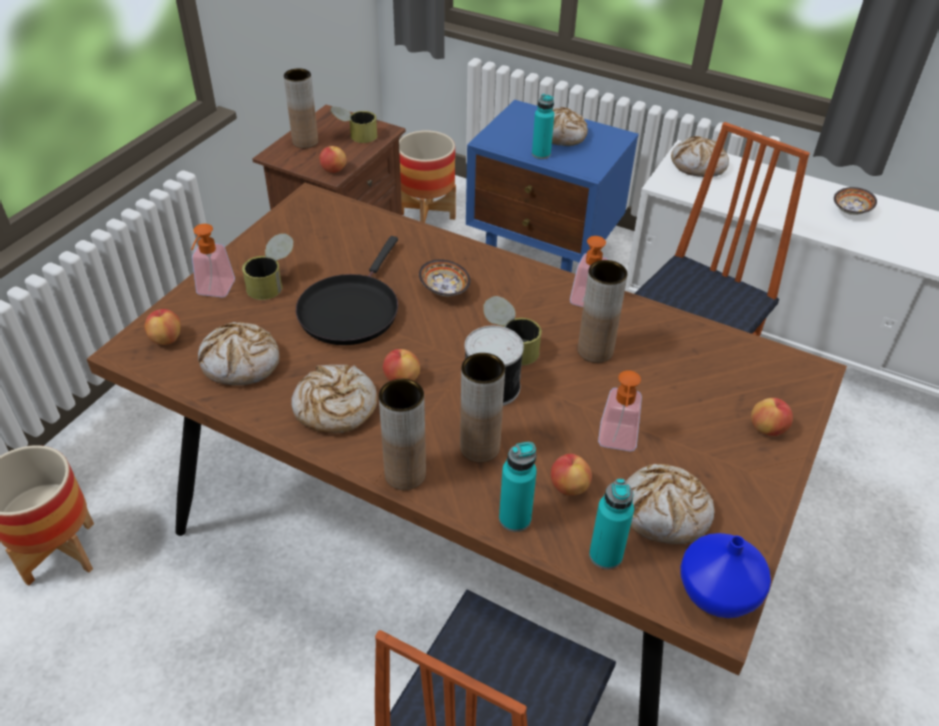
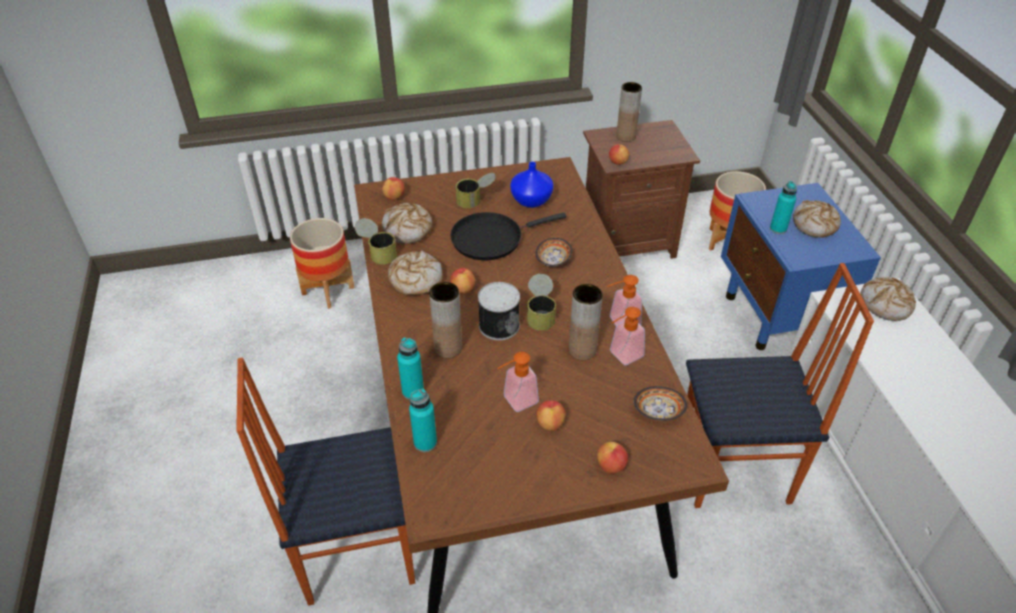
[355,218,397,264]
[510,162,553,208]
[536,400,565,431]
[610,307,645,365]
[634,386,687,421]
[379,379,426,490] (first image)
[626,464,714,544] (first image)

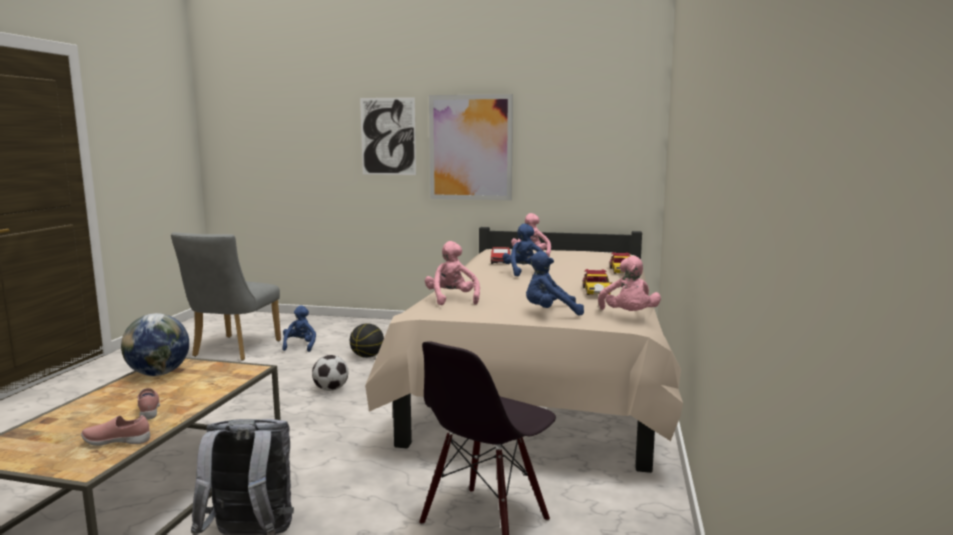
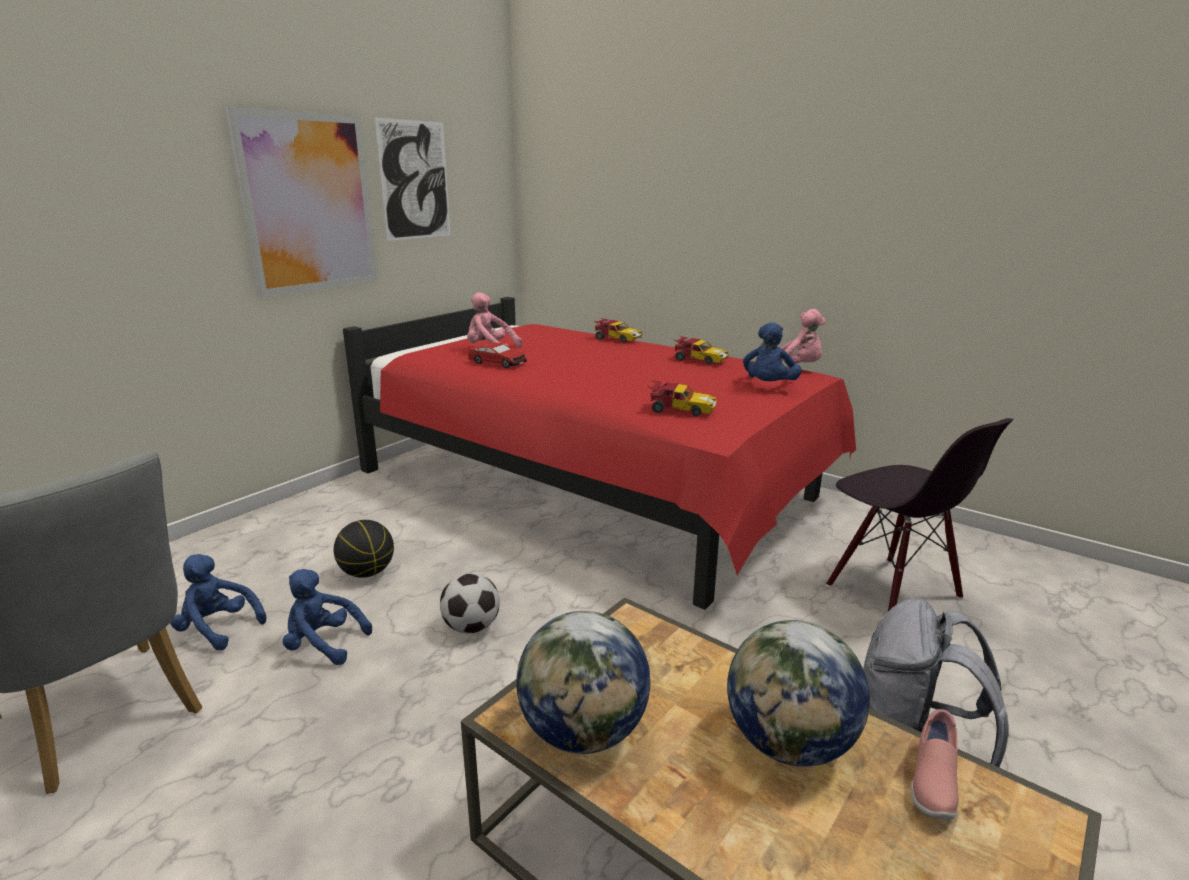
[283,569,372,665]
[343,297,856,610]
[375,118,451,241]
[647,381,717,416]
[727,620,870,767]

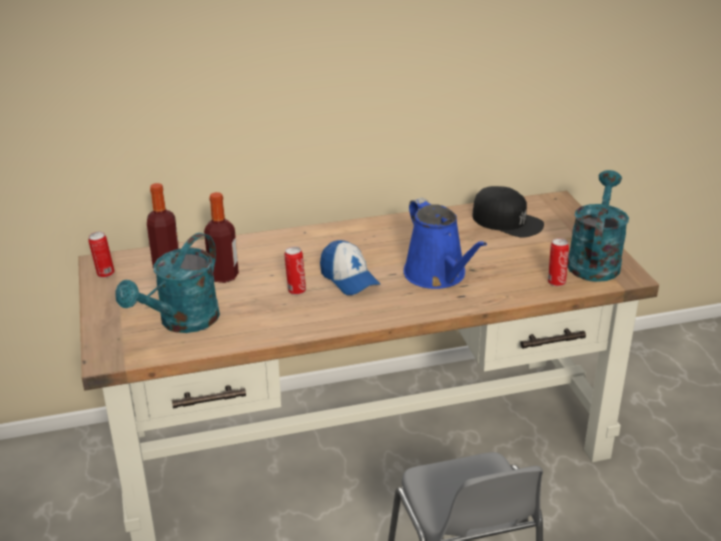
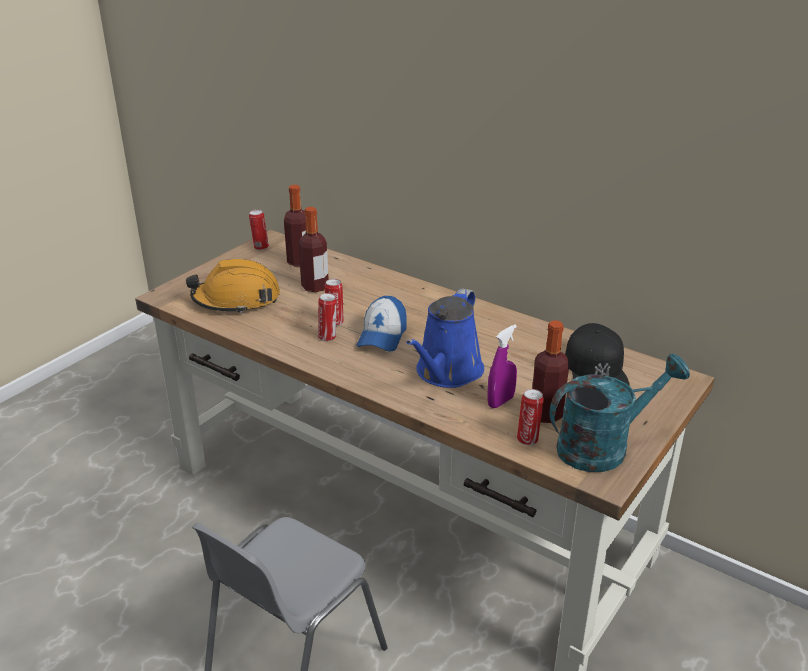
[186,259,280,314]
[318,293,337,341]
[487,325,517,408]
[532,320,569,423]

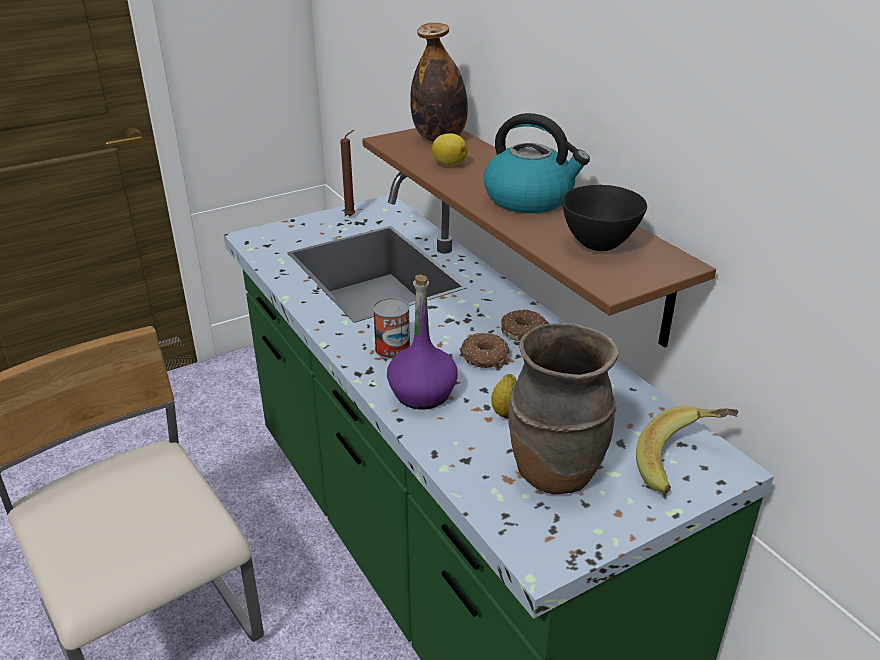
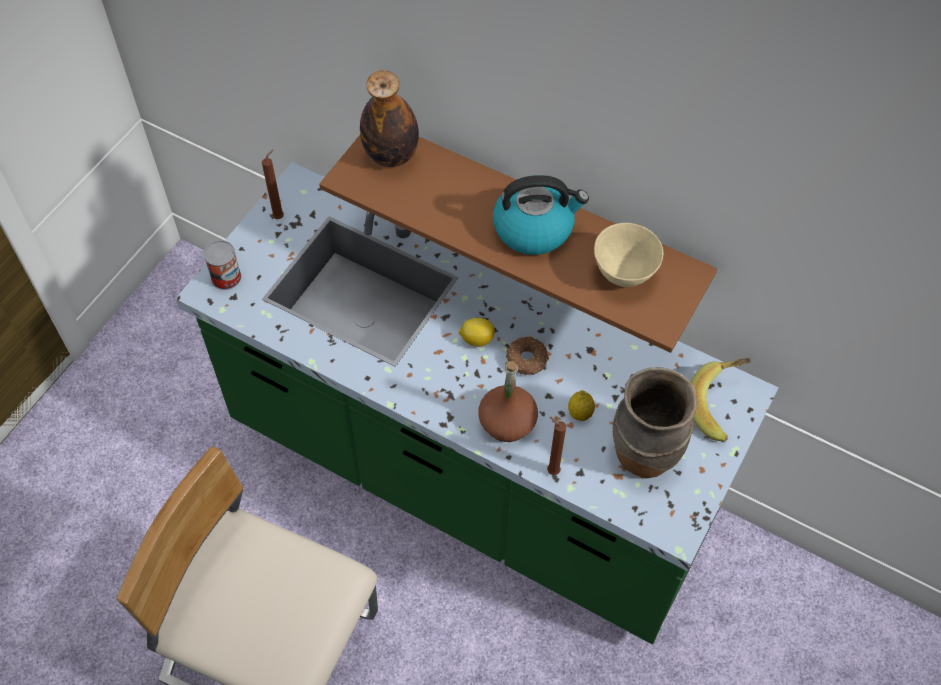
[204,240,241,290]
[459,318,495,347]
[478,361,538,442]
[547,417,566,475]
[594,223,663,287]
[501,309,549,341] (first image)

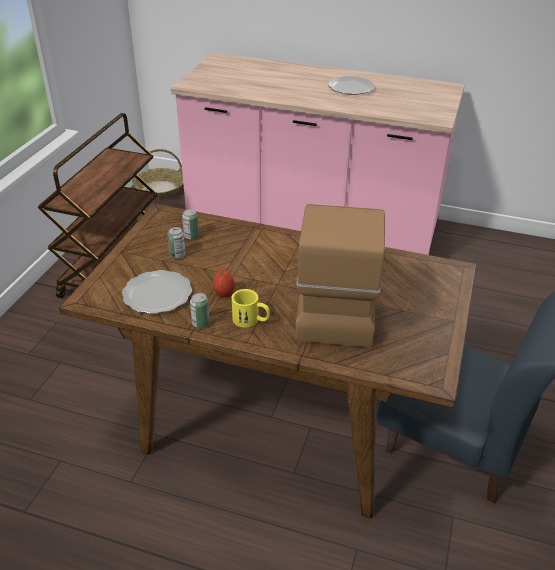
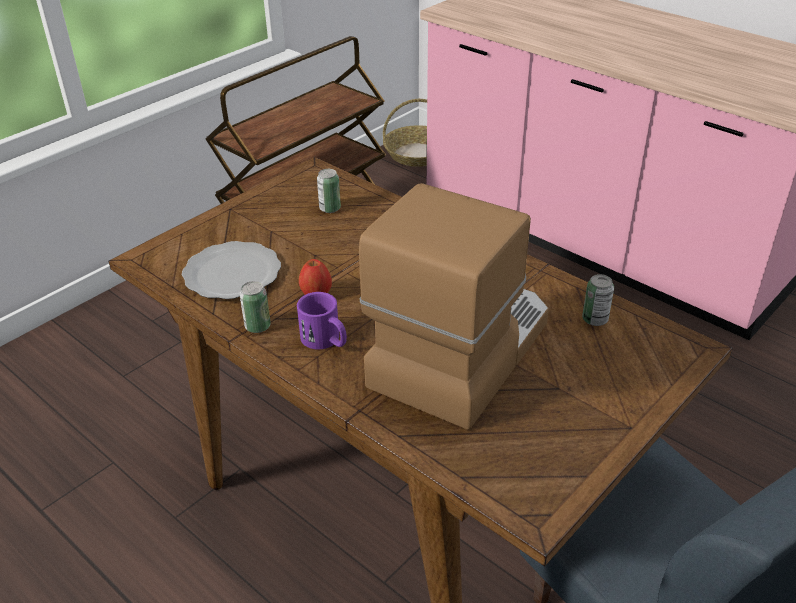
[297,292,347,349]
[582,274,614,326]
[328,76,375,95] (first image)

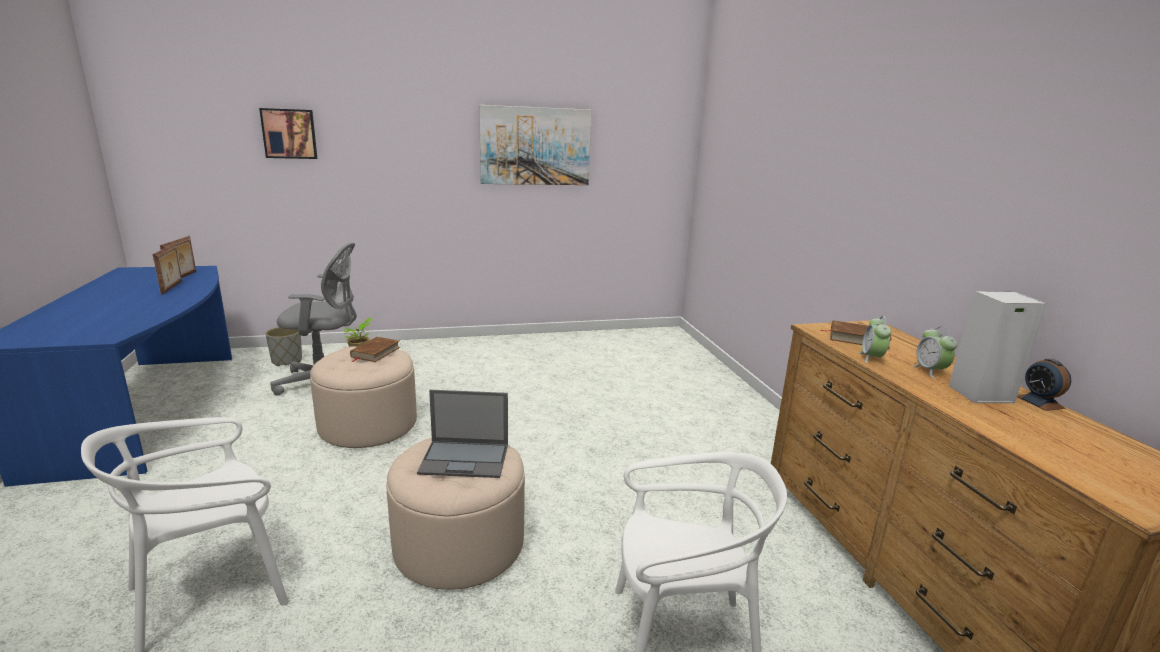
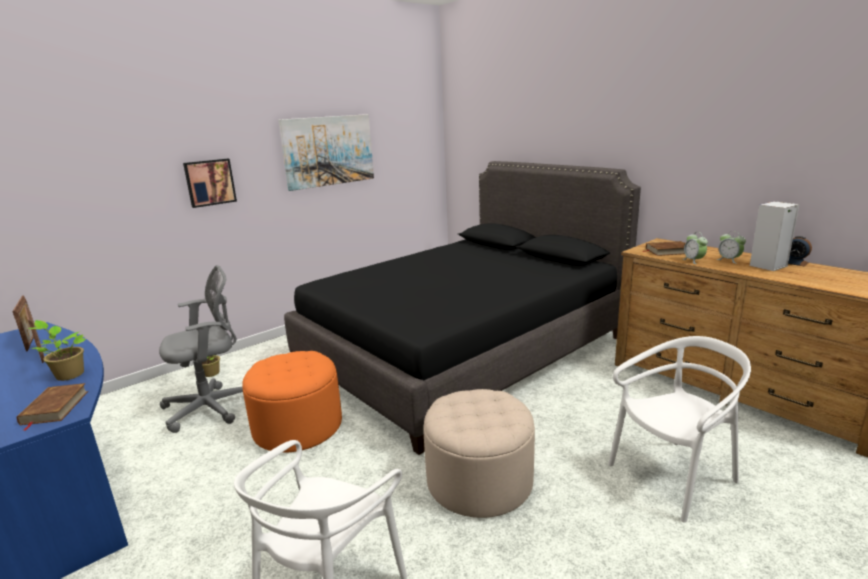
[17,383,88,430]
[28,320,86,381]
[183,159,237,208]
[242,351,342,453]
[284,161,641,455]
[265,327,302,366] (first image)
[417,390,508,478] (first image)

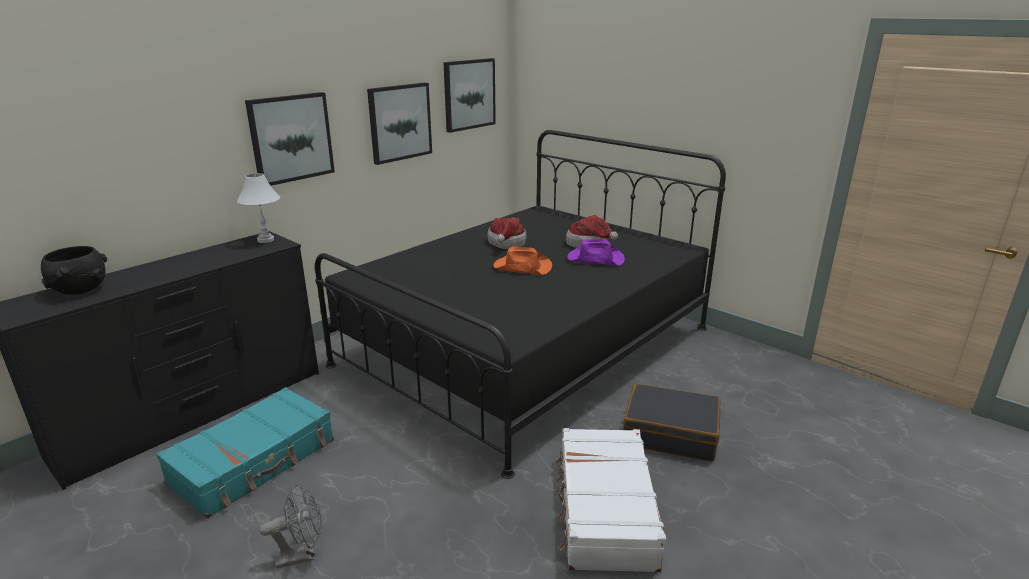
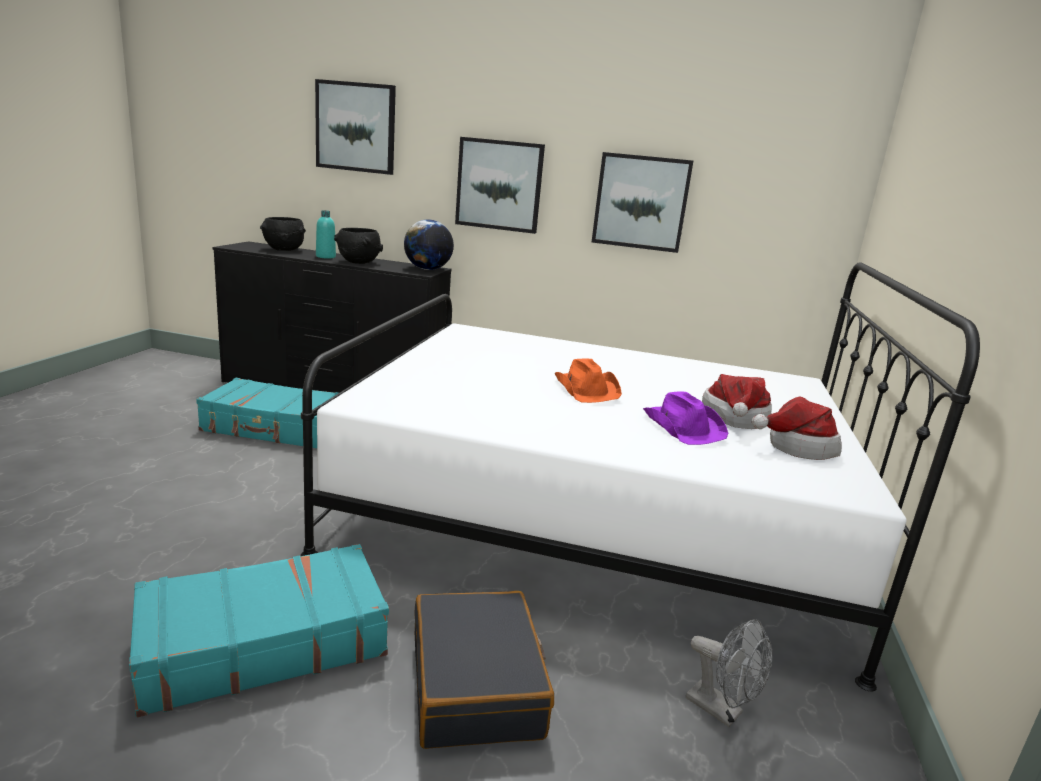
[129,544,389,717]
[301,262,980,691]
[315,79,396,175]
[316,210,336,259]
[334,228,383,264]
[404,219,454,270]
[686,619,772,727]
[752,397,842,460]

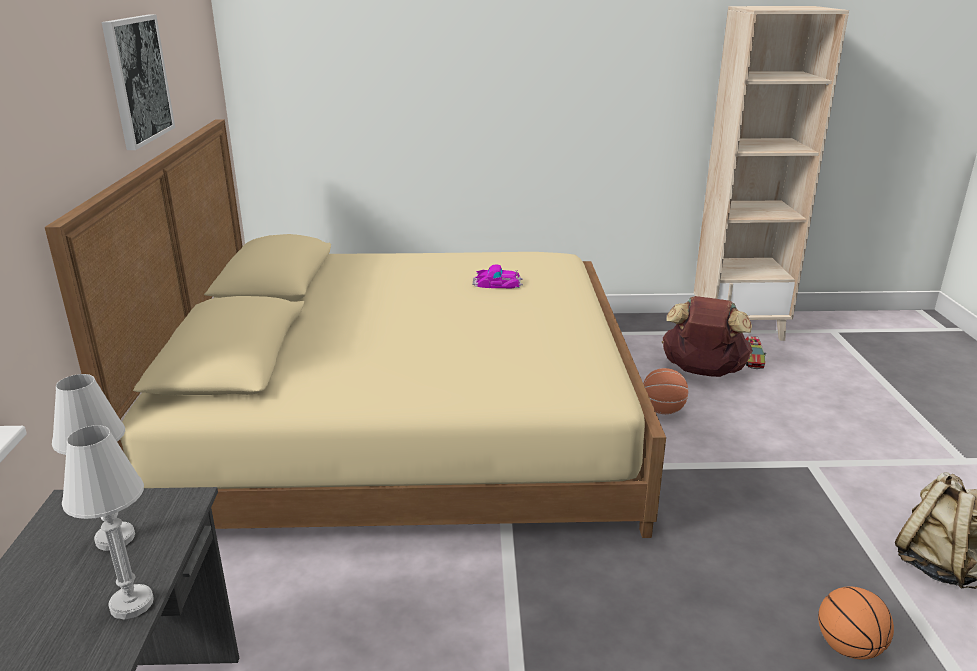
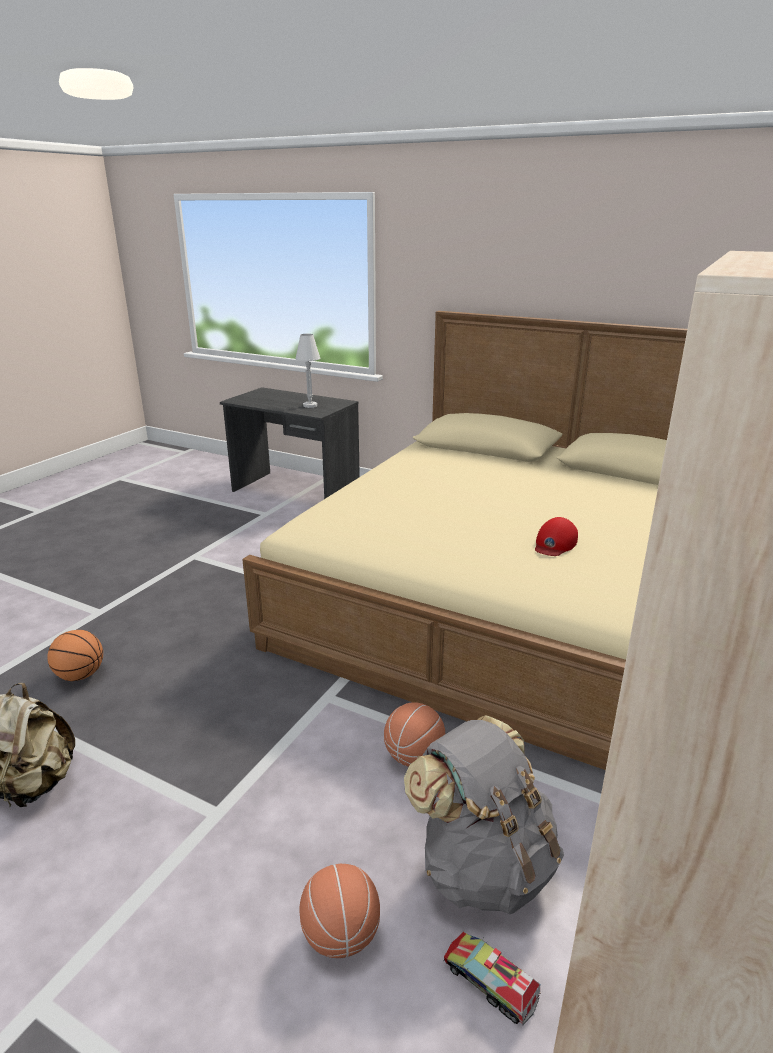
[300,864,380,958]
[404,715,564,914]
[535,517,578,556]
[62,425,154,619] (first image)
[102,15,175,150] (first image)

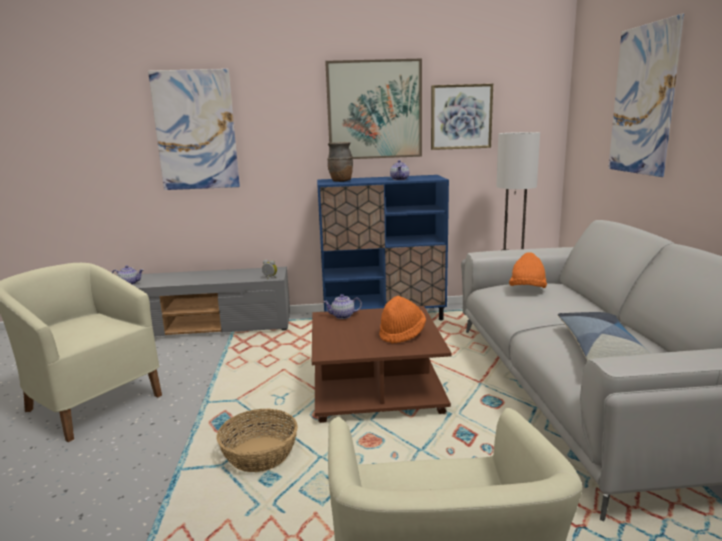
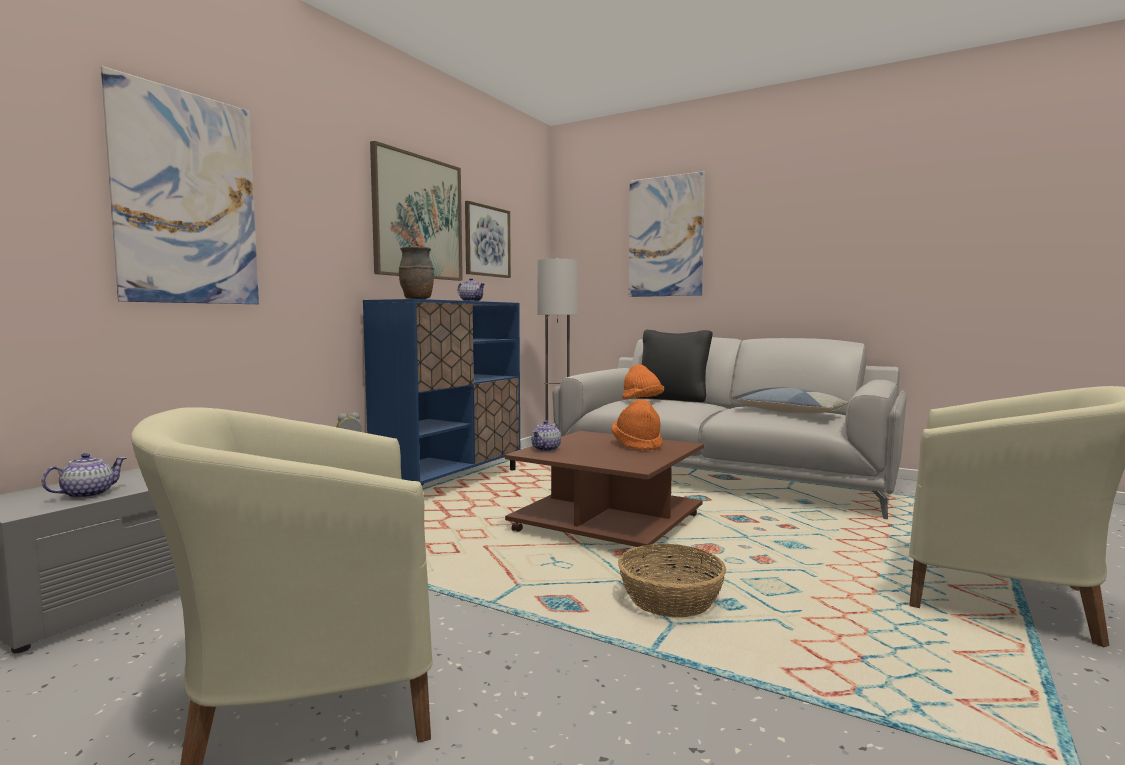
[636,330,713,402]

